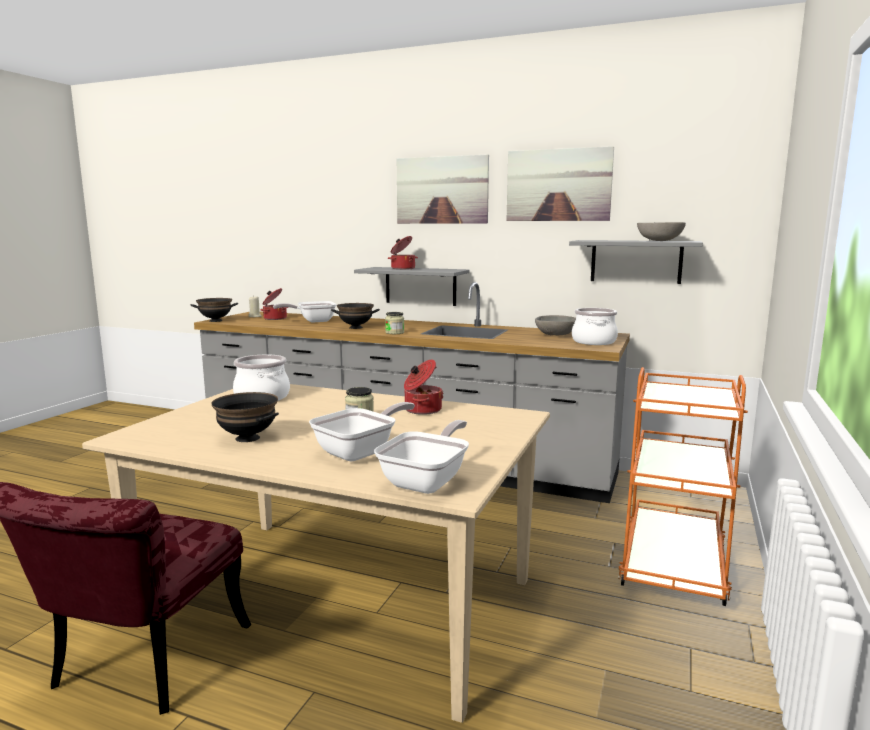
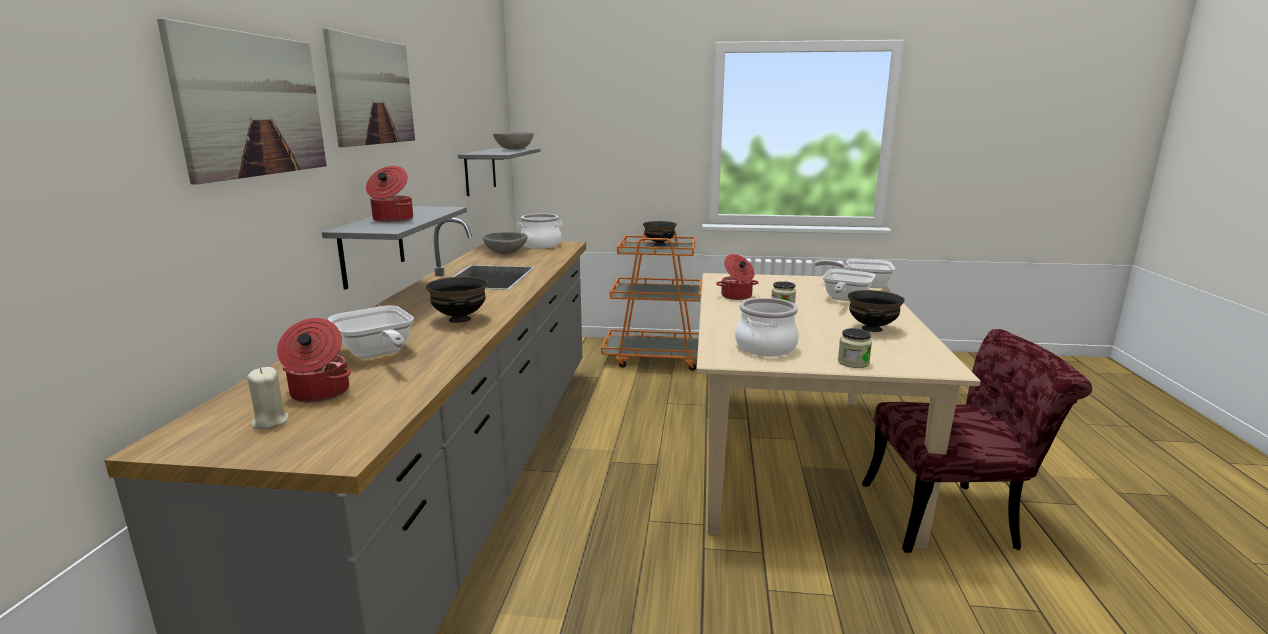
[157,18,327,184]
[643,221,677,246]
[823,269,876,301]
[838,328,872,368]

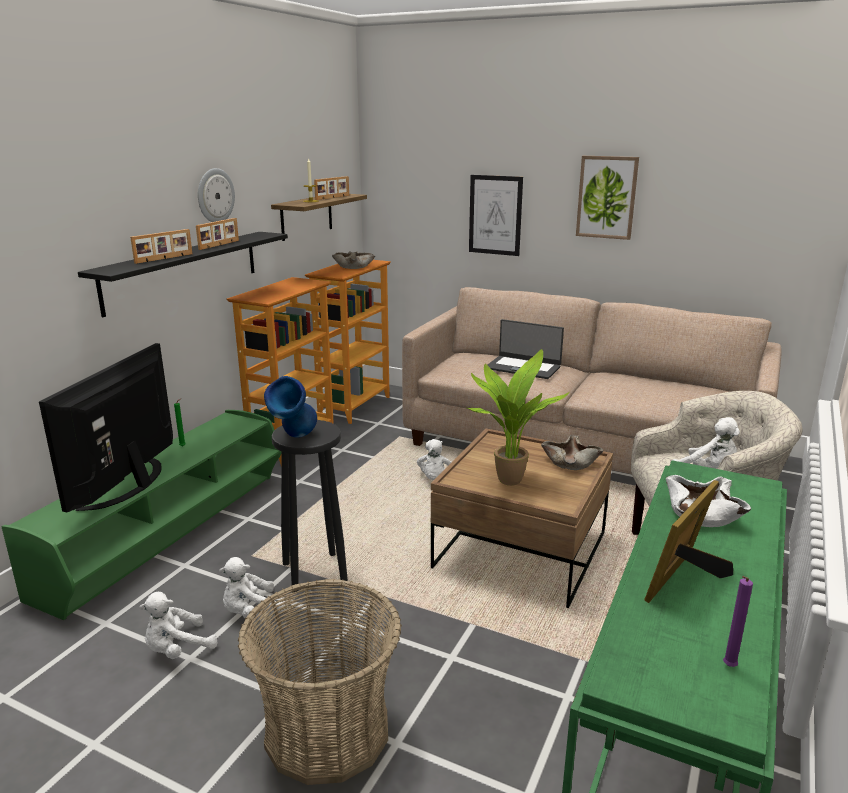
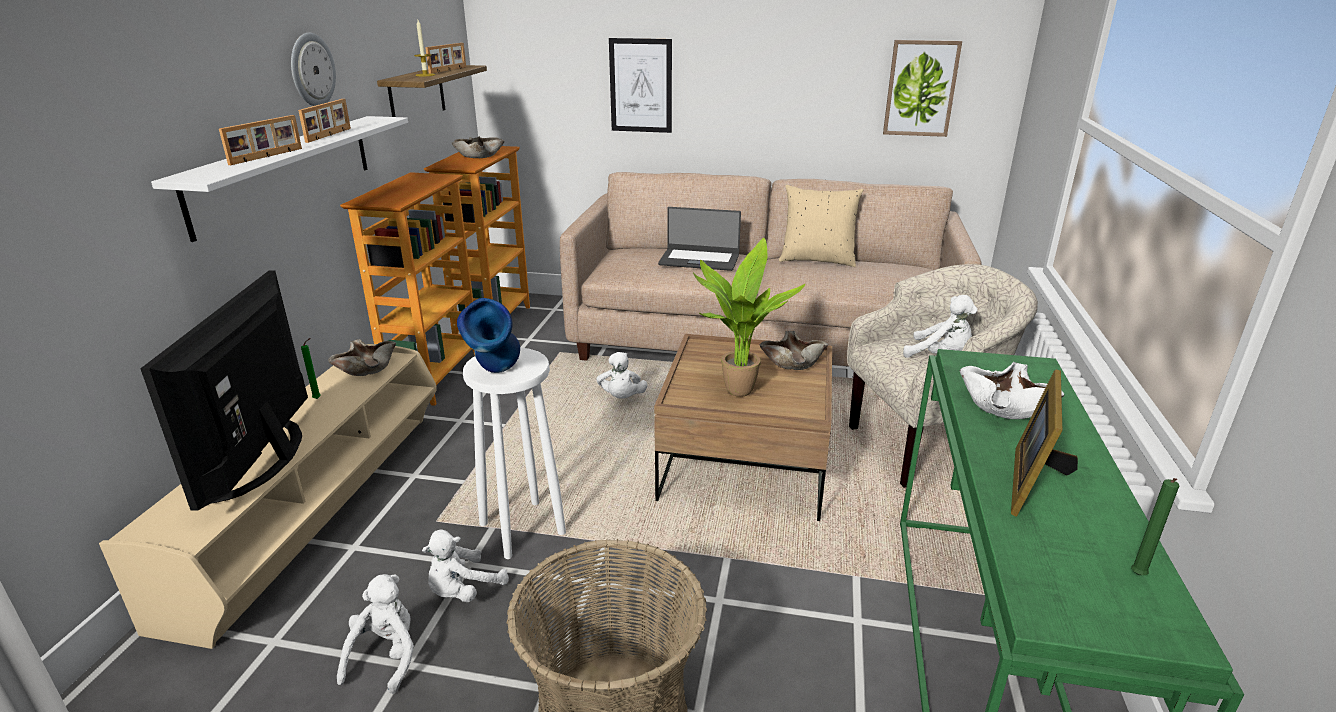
[99,344,437,649]
[151,116,408,242]
[328,339,396,376]
[337,574,414,694]
[463,347,566,559]
[779,185,863,267]
[883,40,962,137]
[1131,478,1179,575]

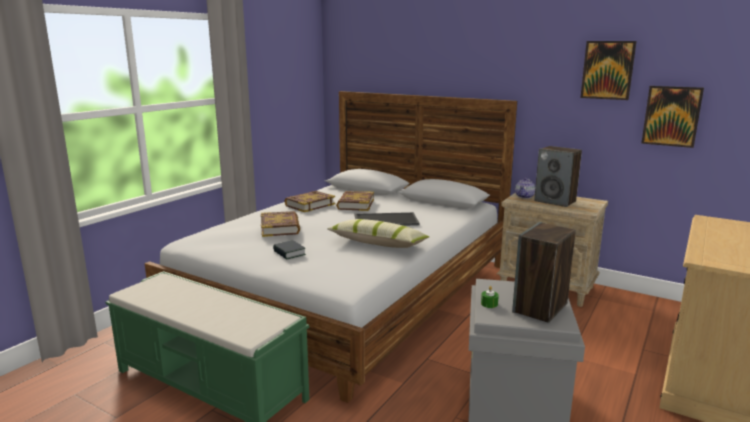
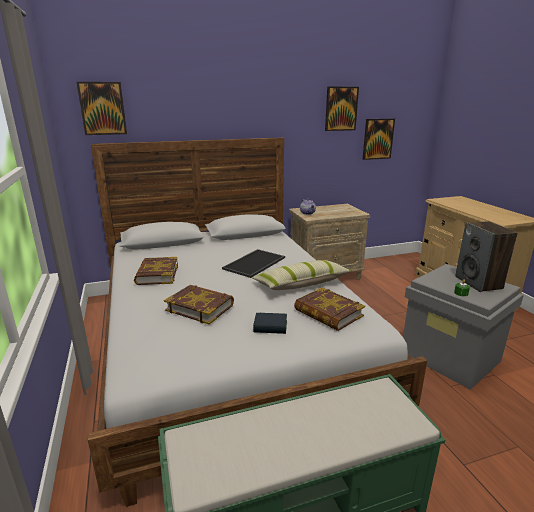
[77,82,127,135]
[294,287,365,331]
[534,146,582,207] (first image)

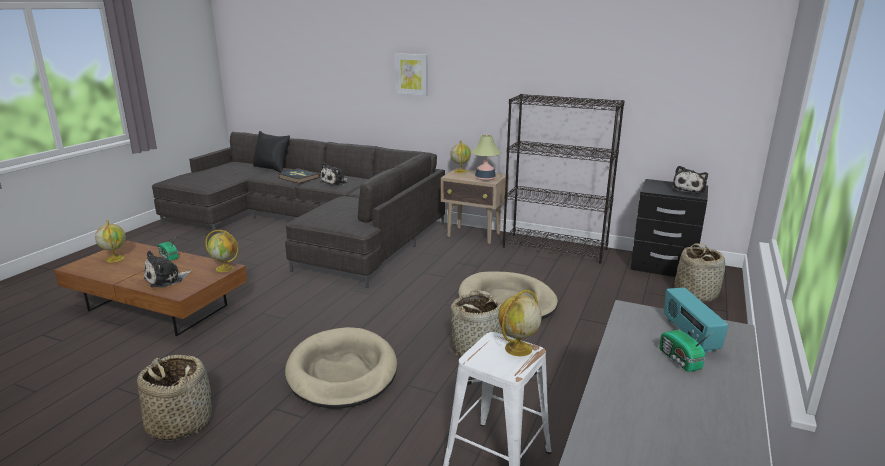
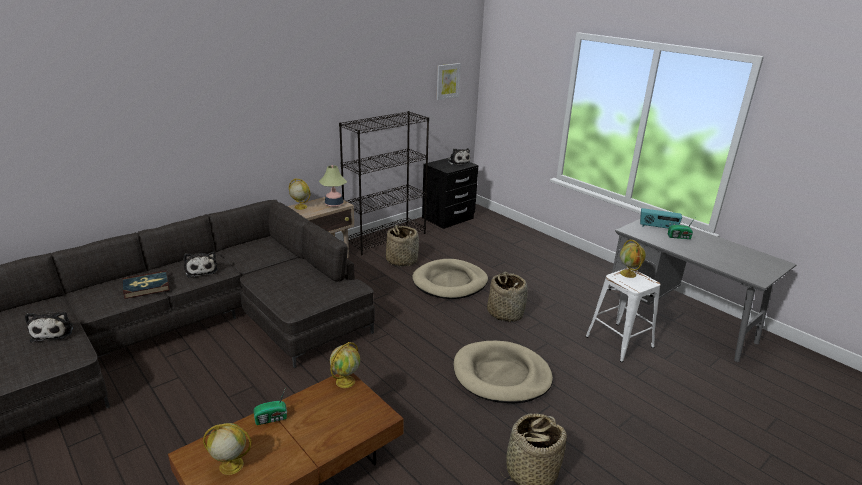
[25,312,73,343]
[386,225,419,267]
[436,63,461,100]
[253,131,290,173] (first image)

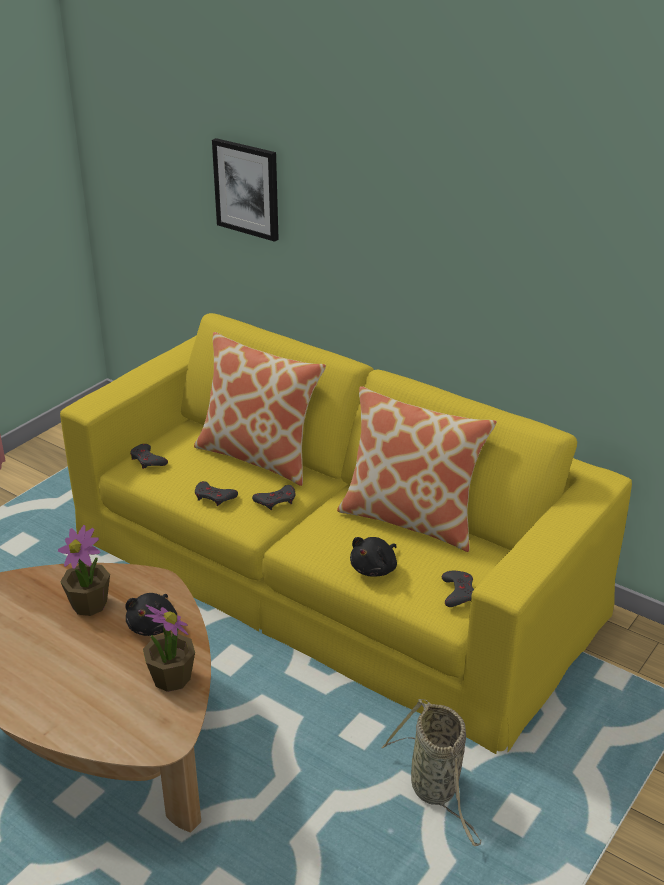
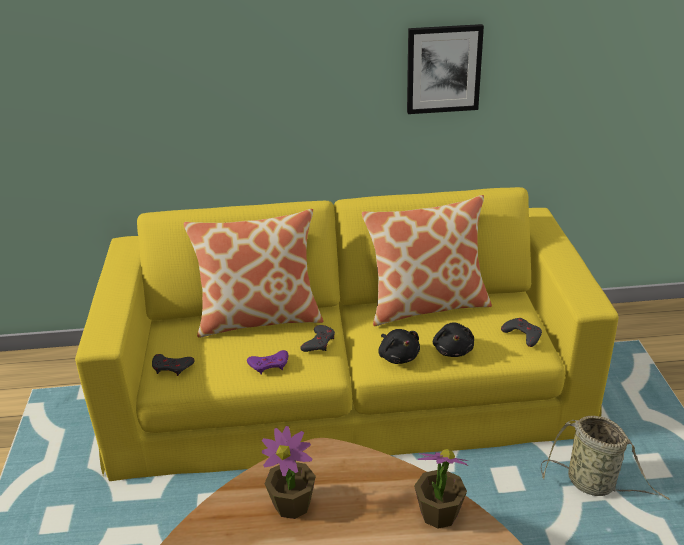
[247,350,289,374]
[378,329,420,364]
[407,24,484,114]

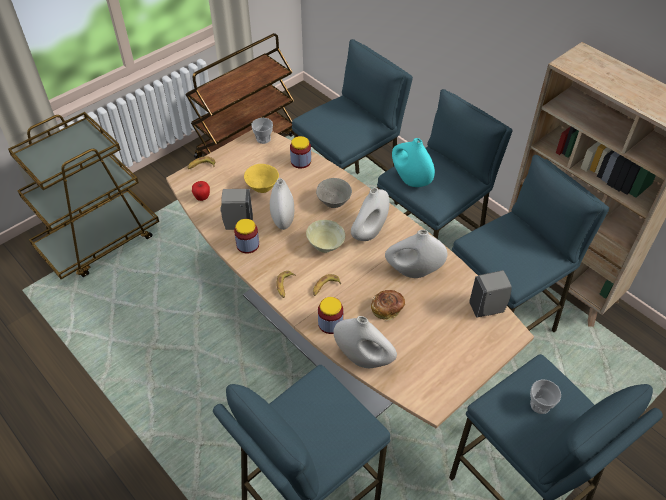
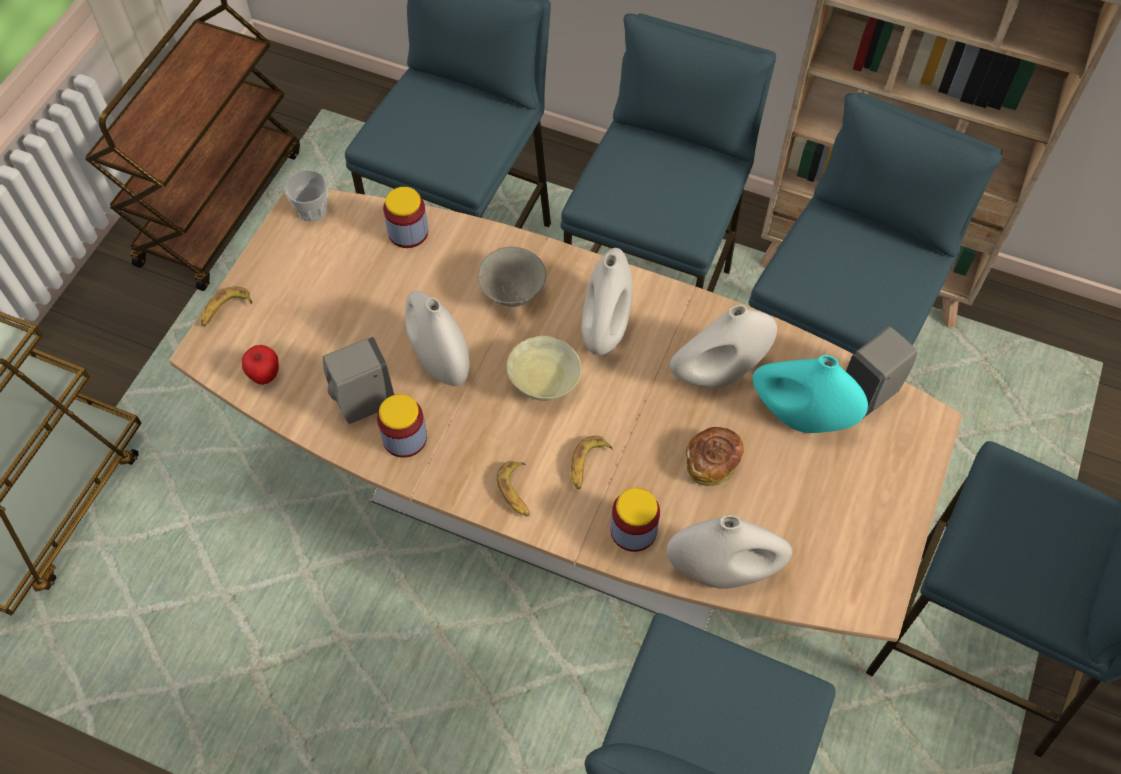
[753,355,868,433]
[244,164,279,193] (first image)
[530,379,561,414] (first image)

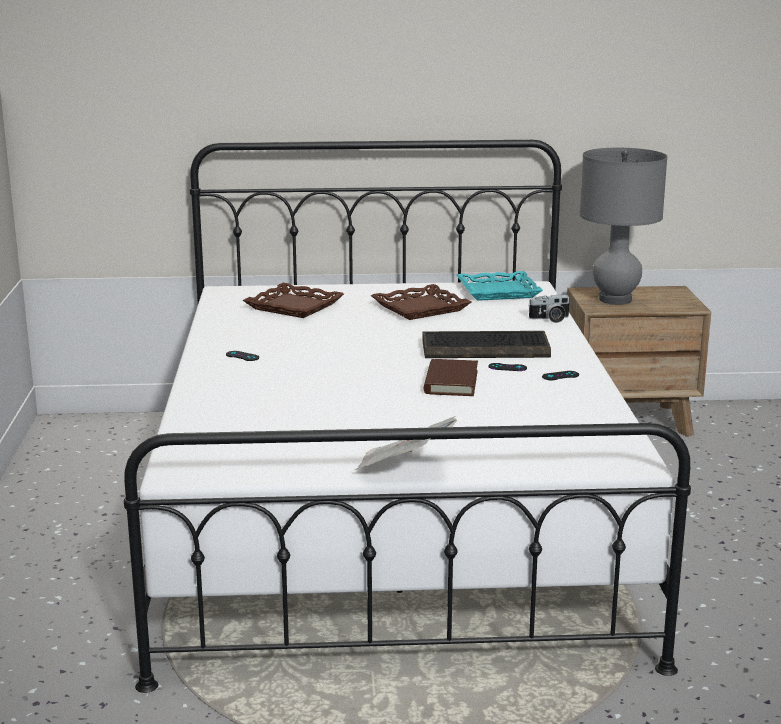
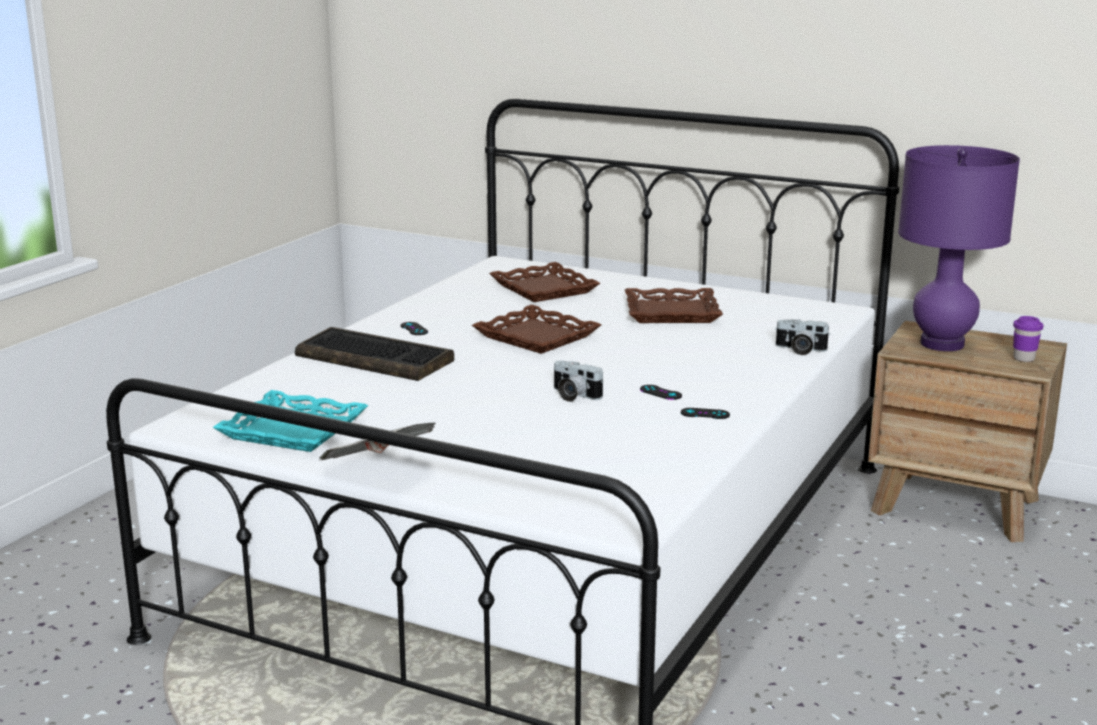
[212,390,369,452]
[295,327,454,381]
[472,305,601,354]
[554,360,603,402]
[898,145,1020,351]
[1013,316,1043,362]

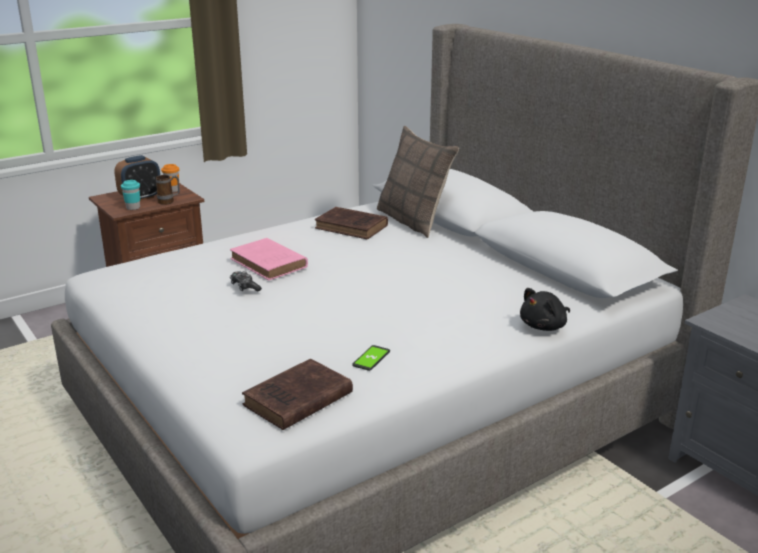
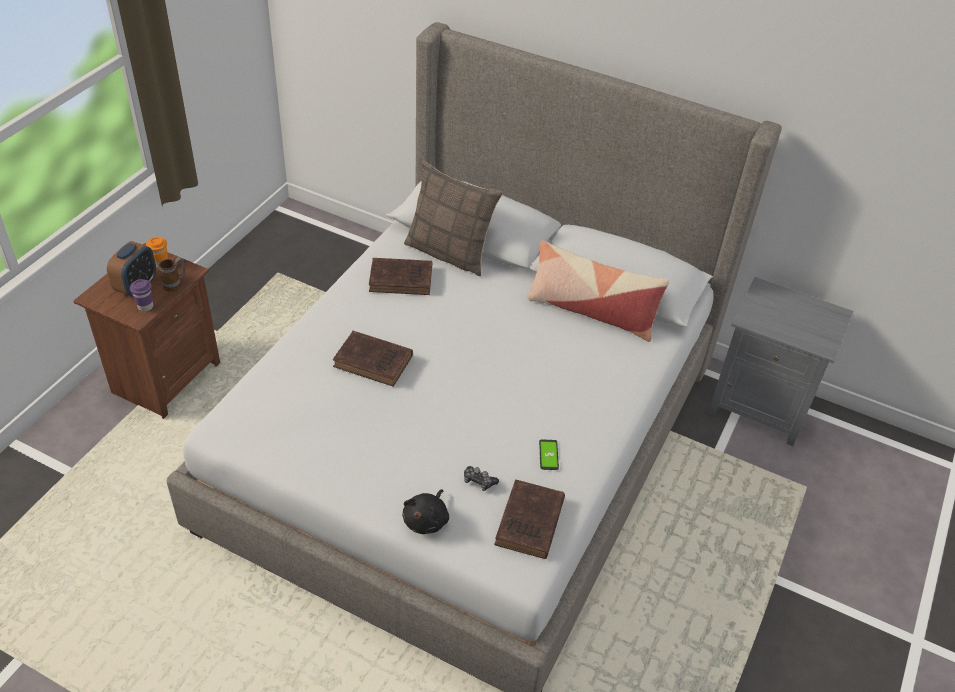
[130,279,153,312]
[333,331,413,386]
[402,489,449,534]
[464,466,499,491]
[527,241,669,342]

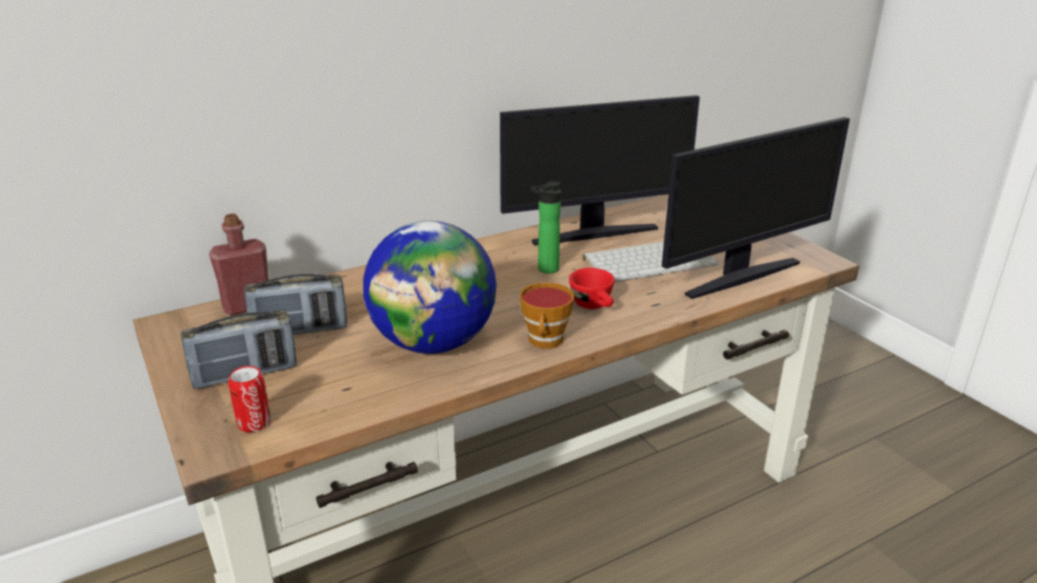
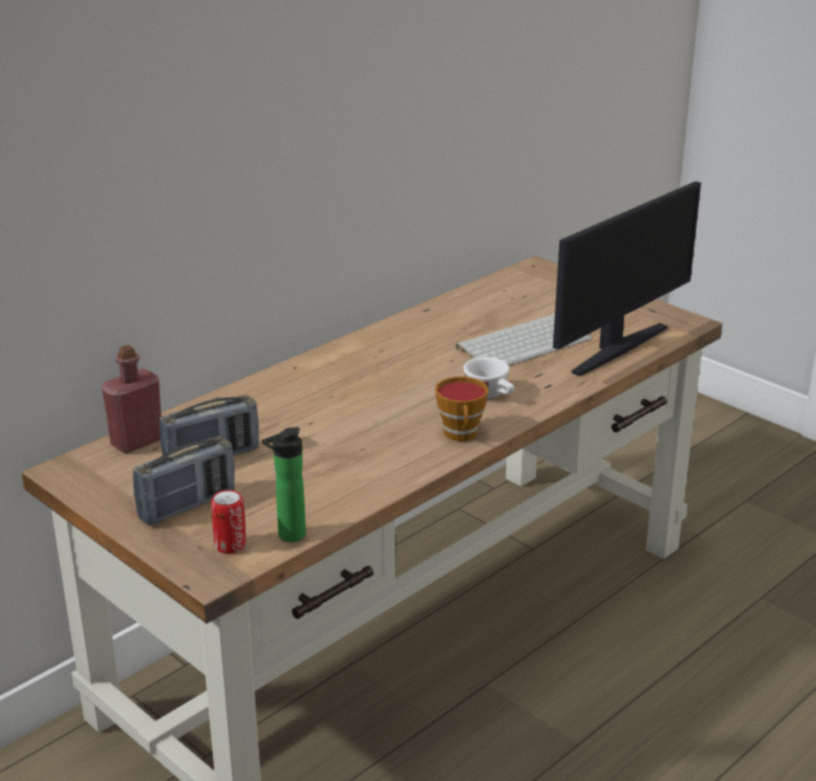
[262,427,306,542]
[463,357,514,399]
[363,221,497,354] (first image)
[500,95,700,246] (first image)

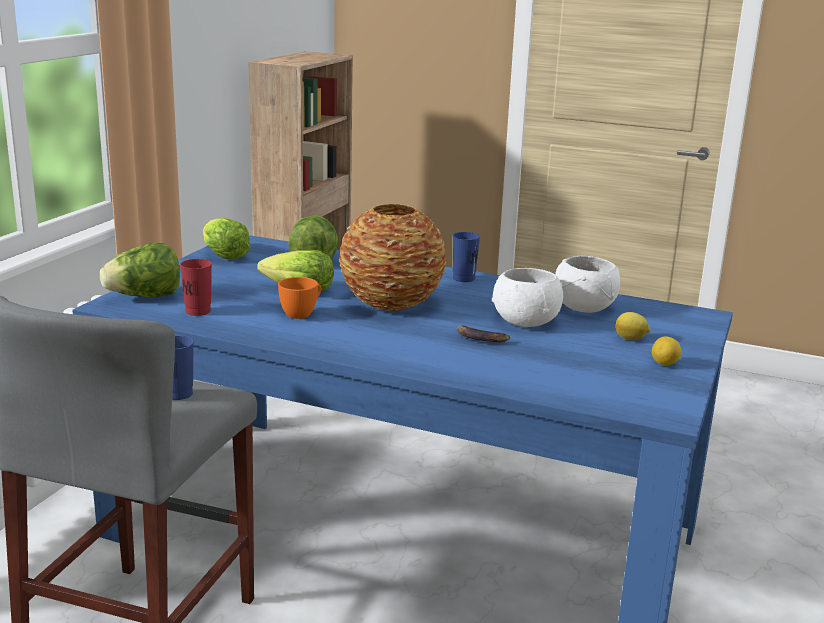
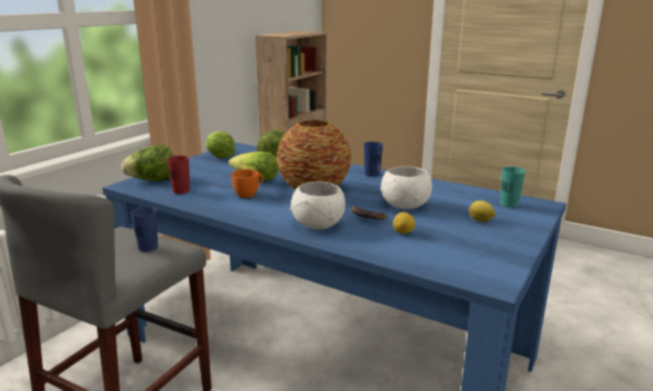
[290,182,345,230]
[393,212,415,234]
[500,167,526,208]

